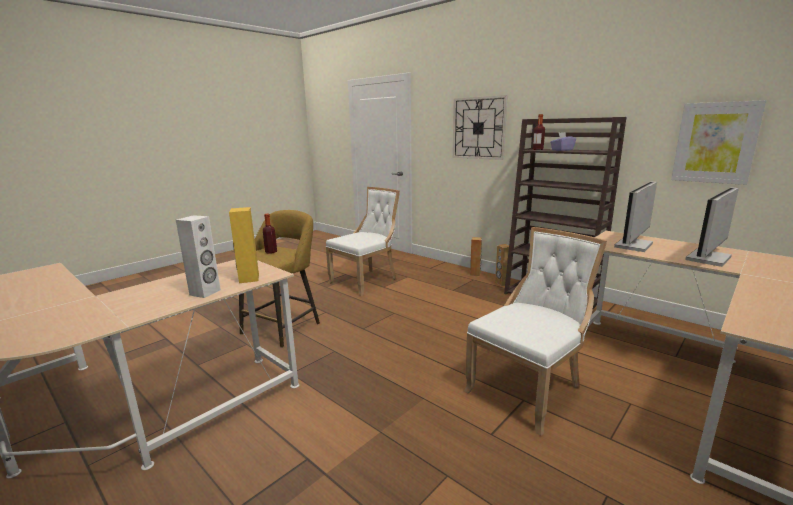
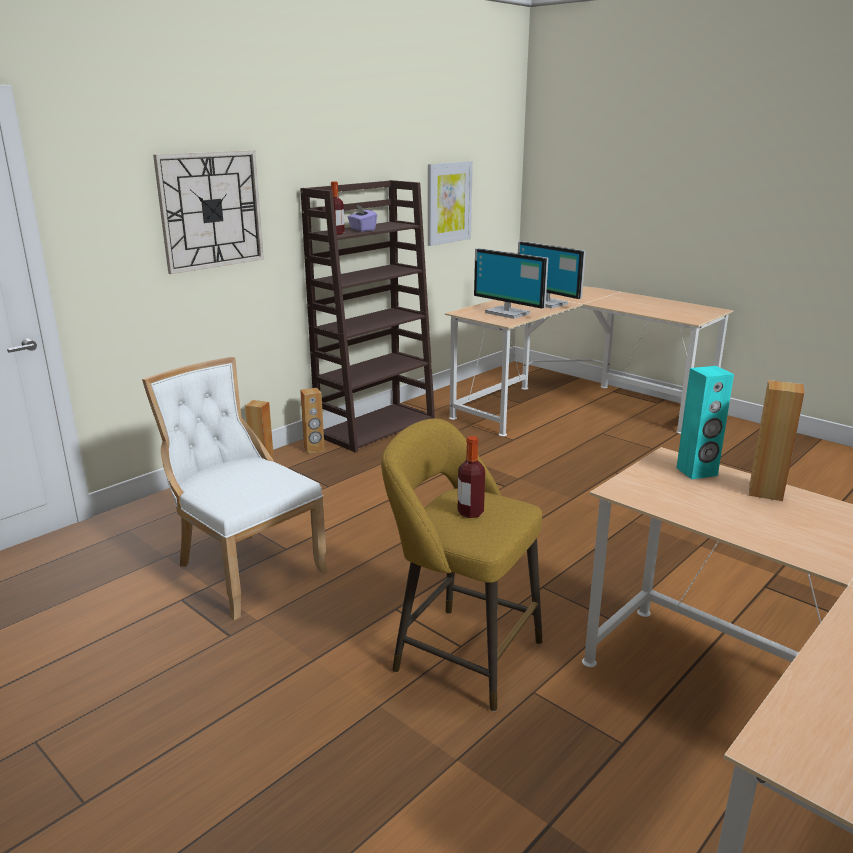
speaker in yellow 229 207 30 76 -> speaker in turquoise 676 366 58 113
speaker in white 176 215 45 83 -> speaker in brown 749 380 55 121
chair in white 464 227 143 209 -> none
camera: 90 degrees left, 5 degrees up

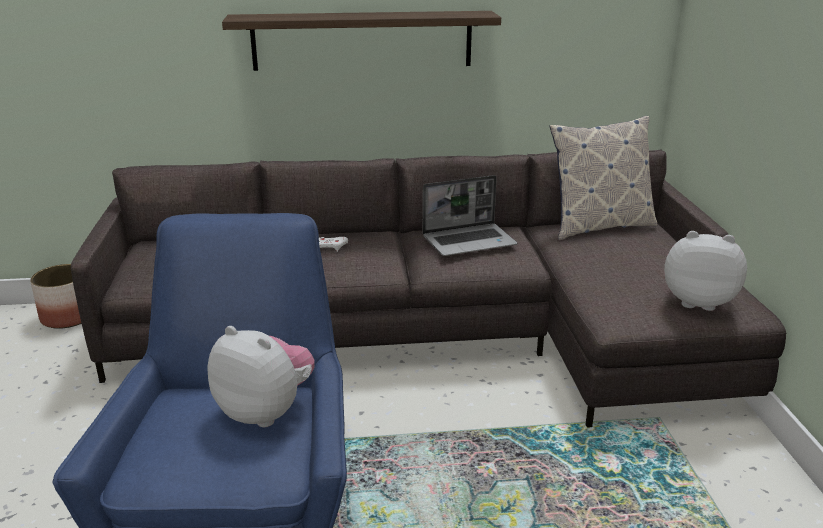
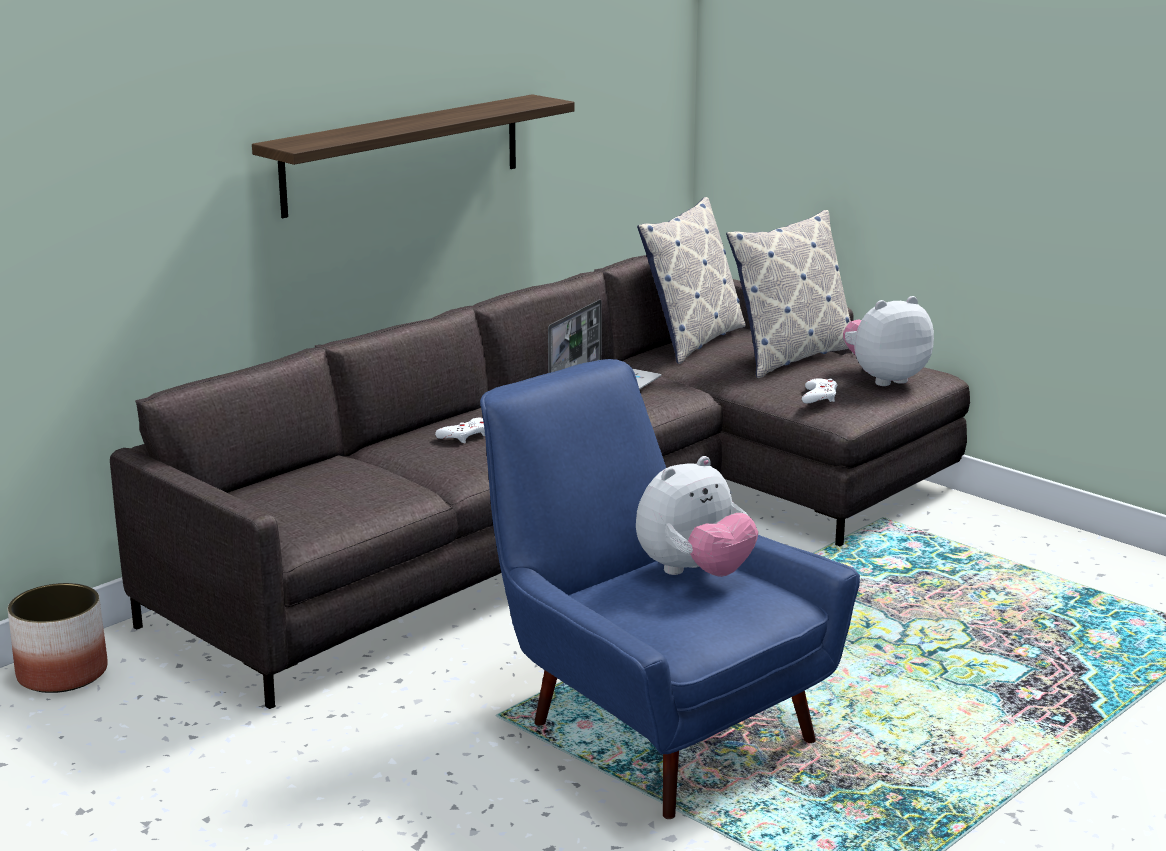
plush toy 207 326 108 101 -> plush toy 636 456 122 121, 150 degrees clockwise
none -> pillow 726 210 125 168
none -> game controller in white 802 378 35 26
camera: 40 degrees left, 5 degrees down

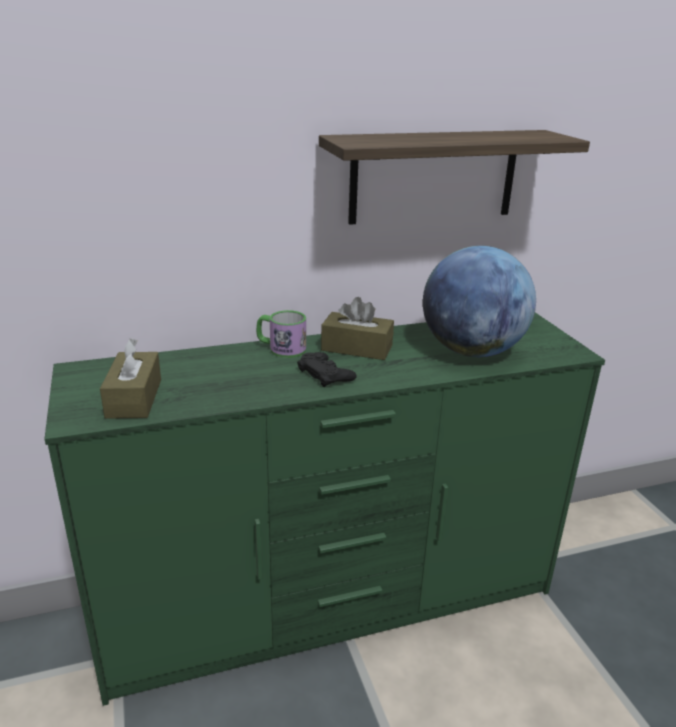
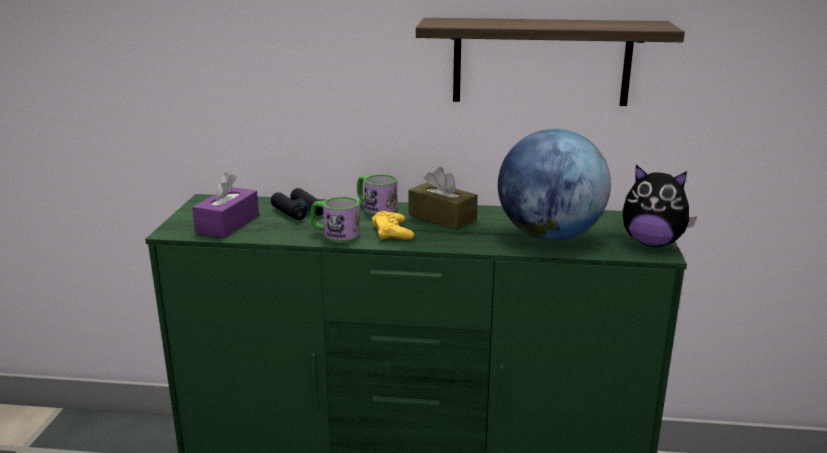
tissue box in brown 100 338 61 81 -> tissue box in purple 192 172 67 66
none -> binoculars in black 271 188 52 32
none -> mug 310 197 50 46
game controller in black 297 352 60 35 -> game controller in yellow 372 211 42 29
none -> plush toy 622 165 75 82
camera: 25 degrees right, 5 degrees down

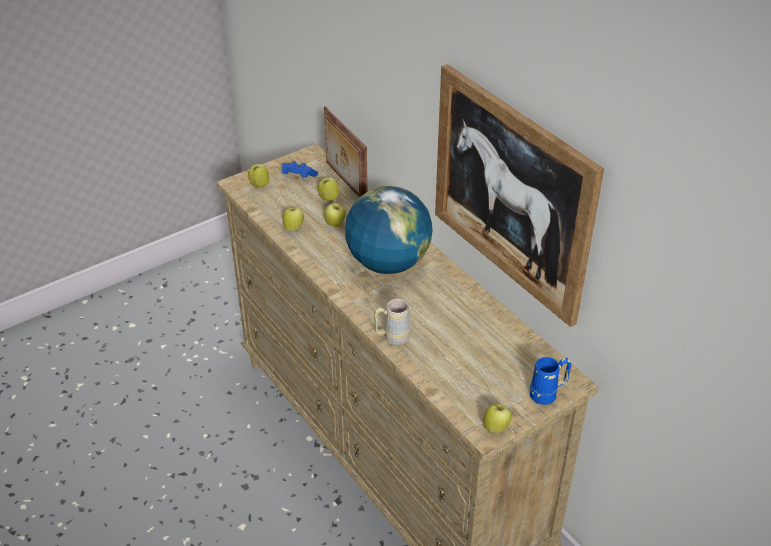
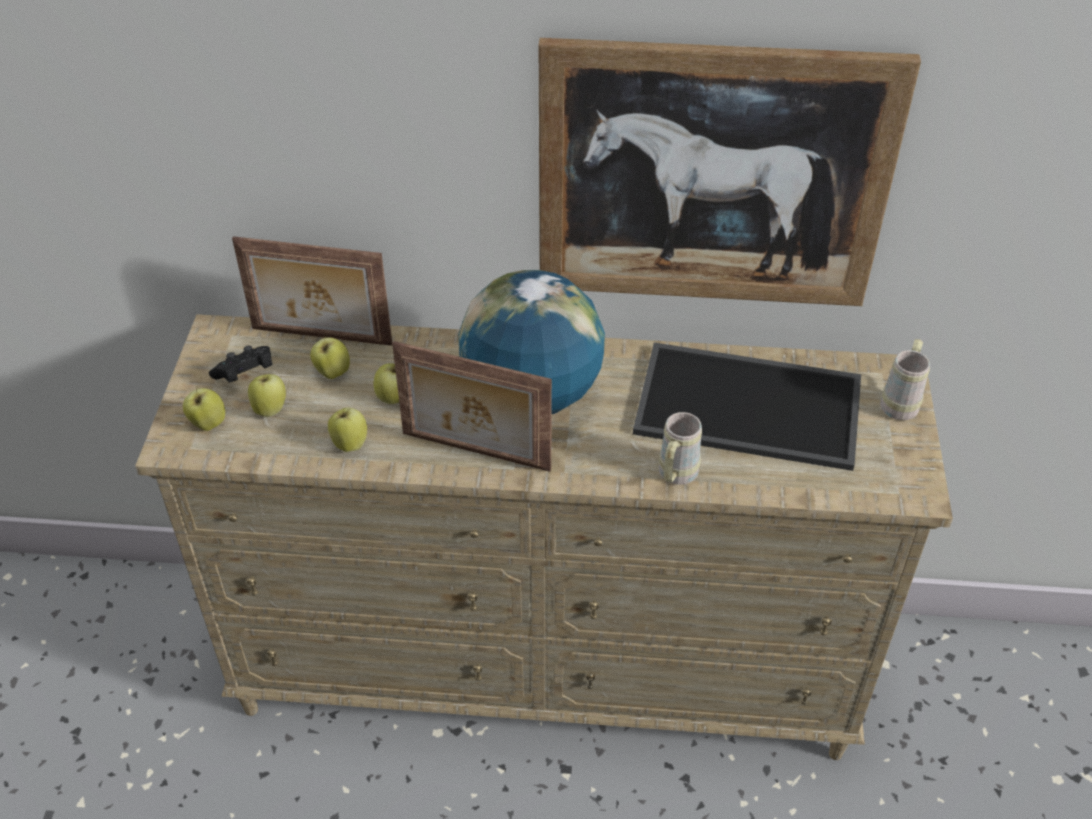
game controller in blue 282 161 36 17 -> game controller in black 209 346 64 37
apple 483 404 29 29 -> apple 248 374 38 43, move
none -> picture frame 392 341 160 131
none -> tray 633 342 228 129
mug in blue 530 357 41 48 -> mug in beige 880 339 50 81
camera: 50 degrees left, 5 degrees up

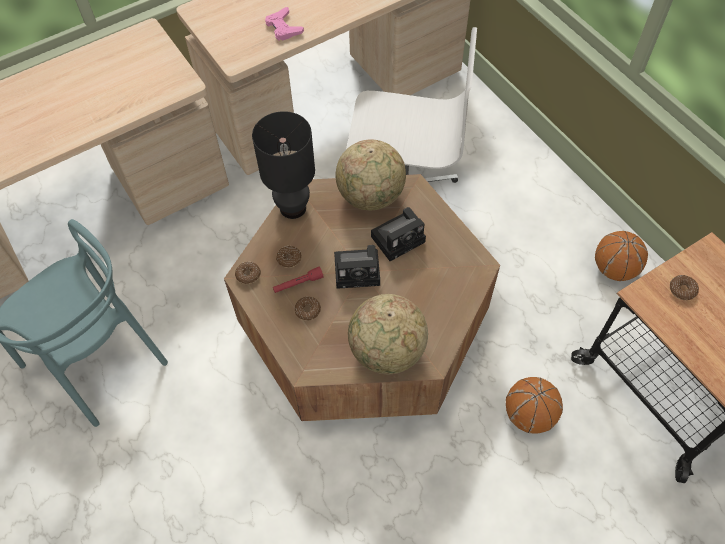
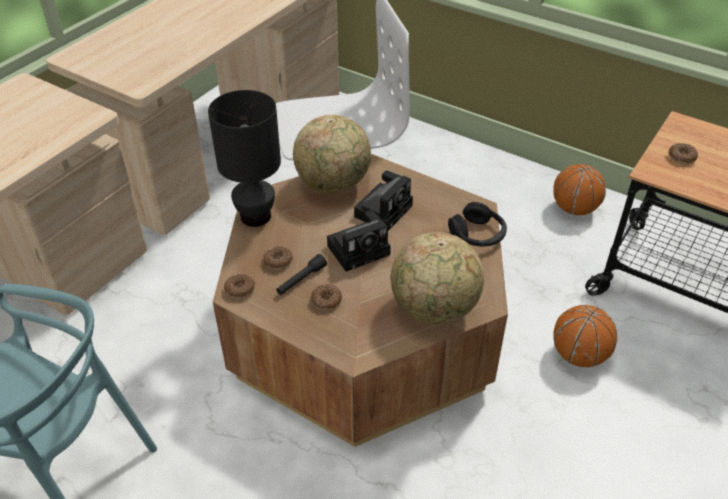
flashlight in red 273 267 51 26 -> flashlight in black 276 254 51 41
none -> headphones in black 448 202 59 45
game controller in pink 265 7 39 34 -> none
camera: 25 degrees left, 15 degrees down

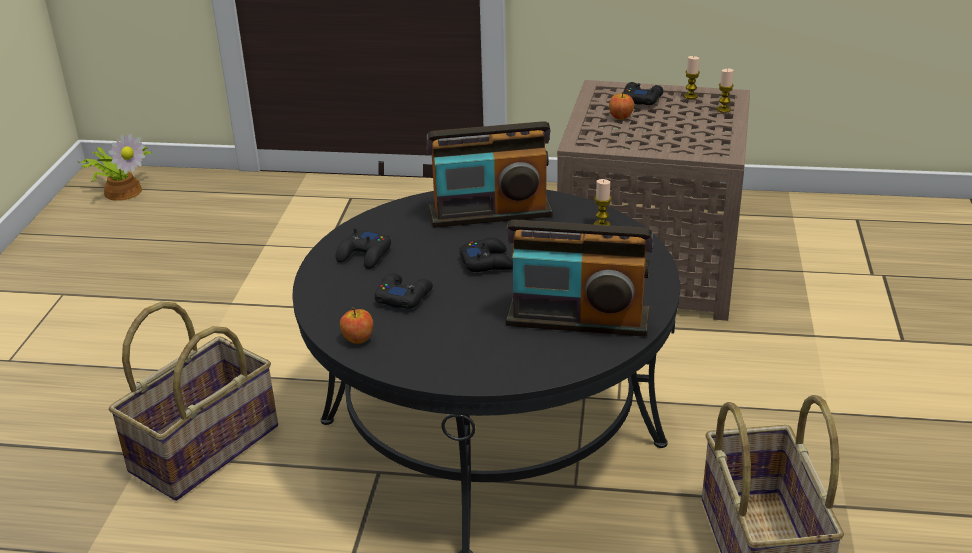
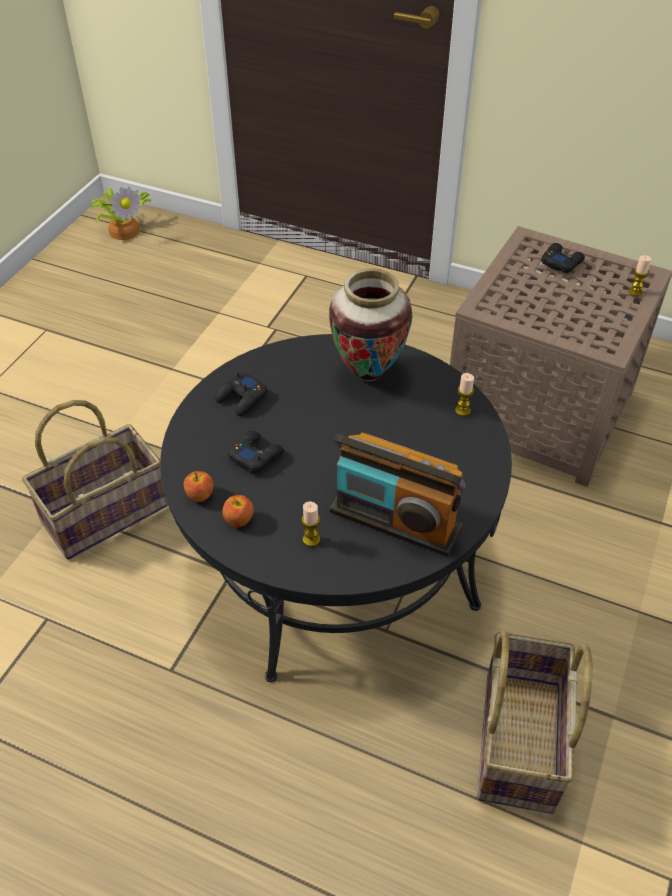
apple 609 92 25 28 -> apple 223 495 31 32, move
candle 684 56 16 43 -> candle 302 501 18 46, move
radio 426 121 127 107 -> vase 329 269 84 112
game controller in black 459 238 54 34 -> none
camera: 15 degrees right, 15 degrees up

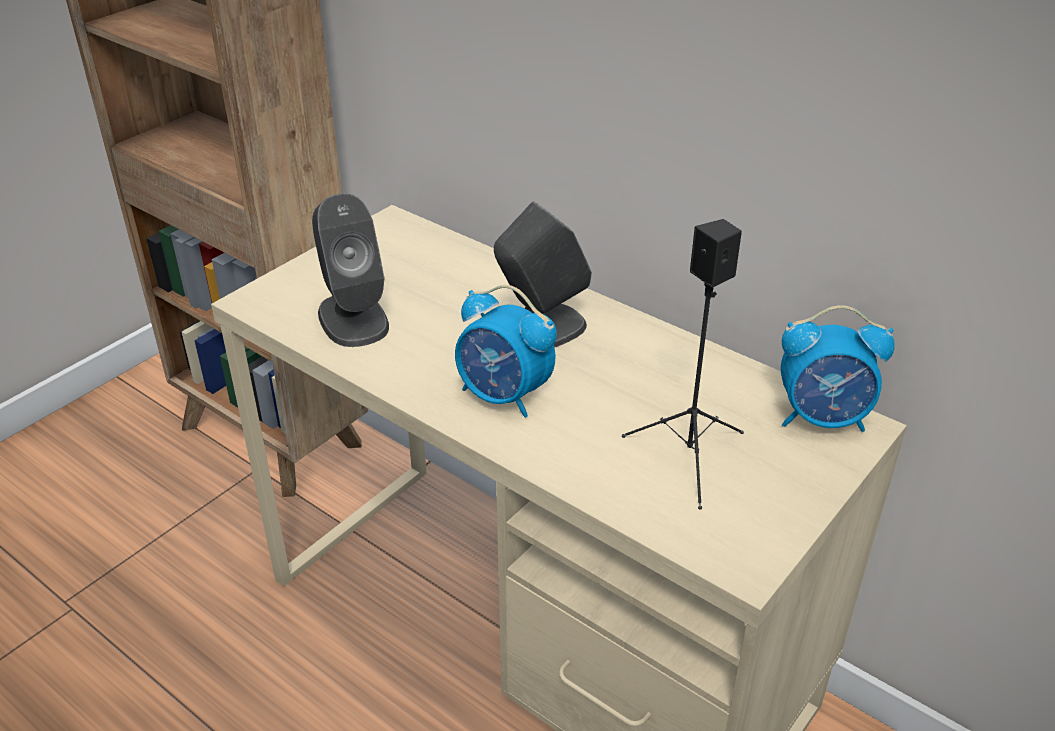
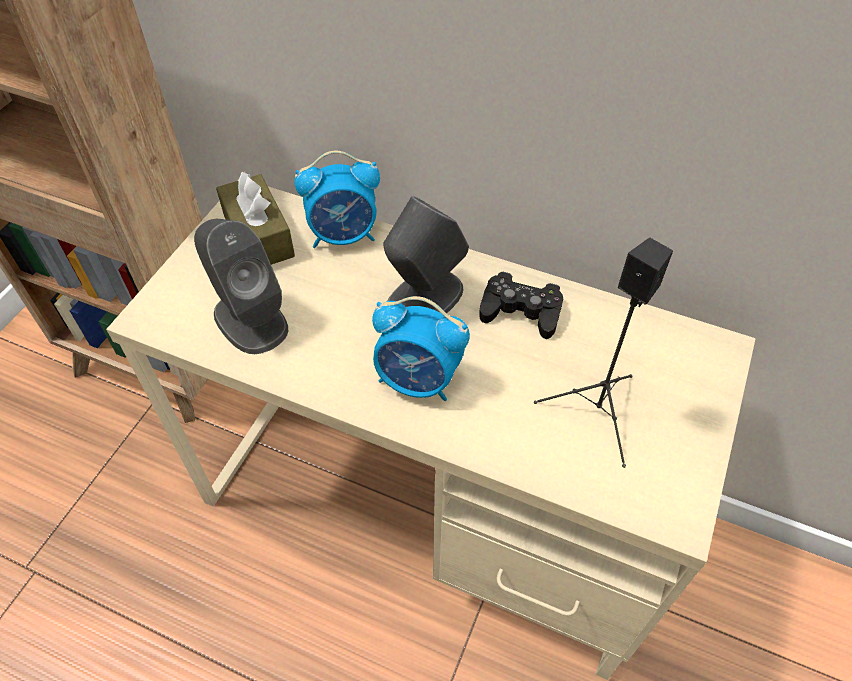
none -> tissue box in brown 216 172 79 93
alarm clock 781 305 114 127 -> alarm clock 295 151 85 97, move
none -> game controller in black 479 272 84 67
camera: 15 degrees left, 15 degrees up

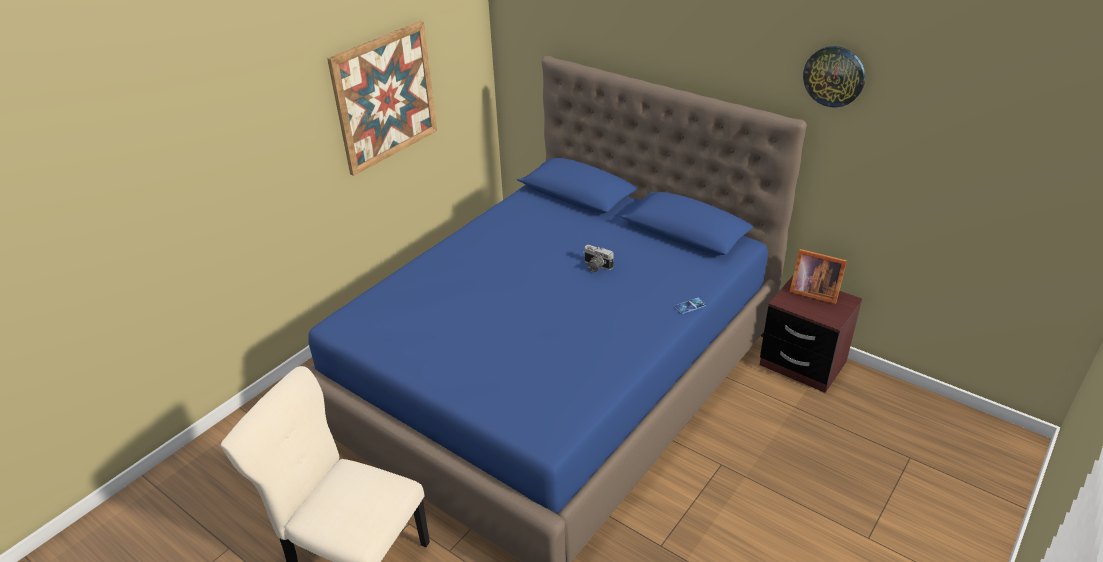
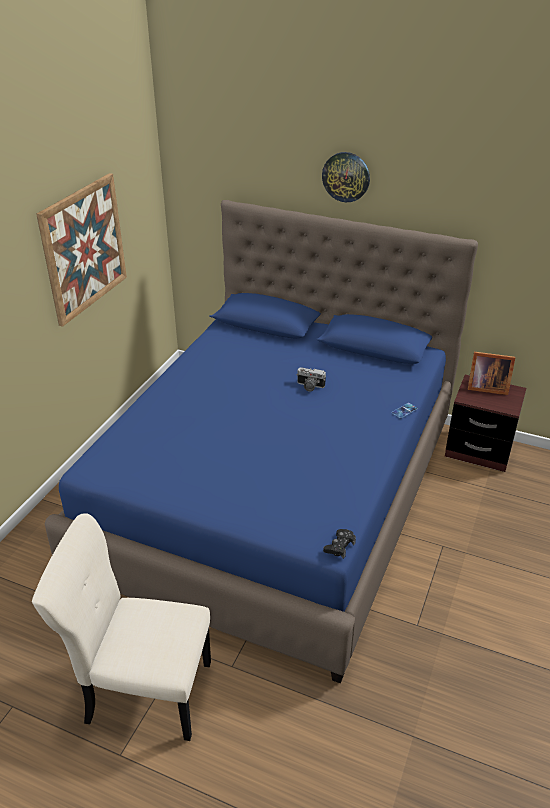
wall clock 803 46 62 62 -> wall clock 322 152 48 50, move
none -> game controller in black 323 529 33 30
camera: 15 degrees left, 0 degrees up

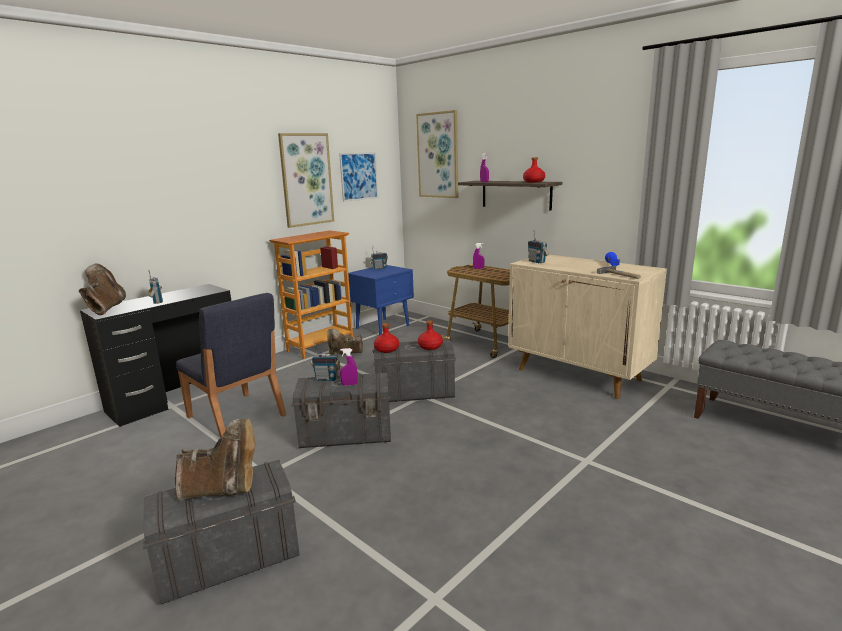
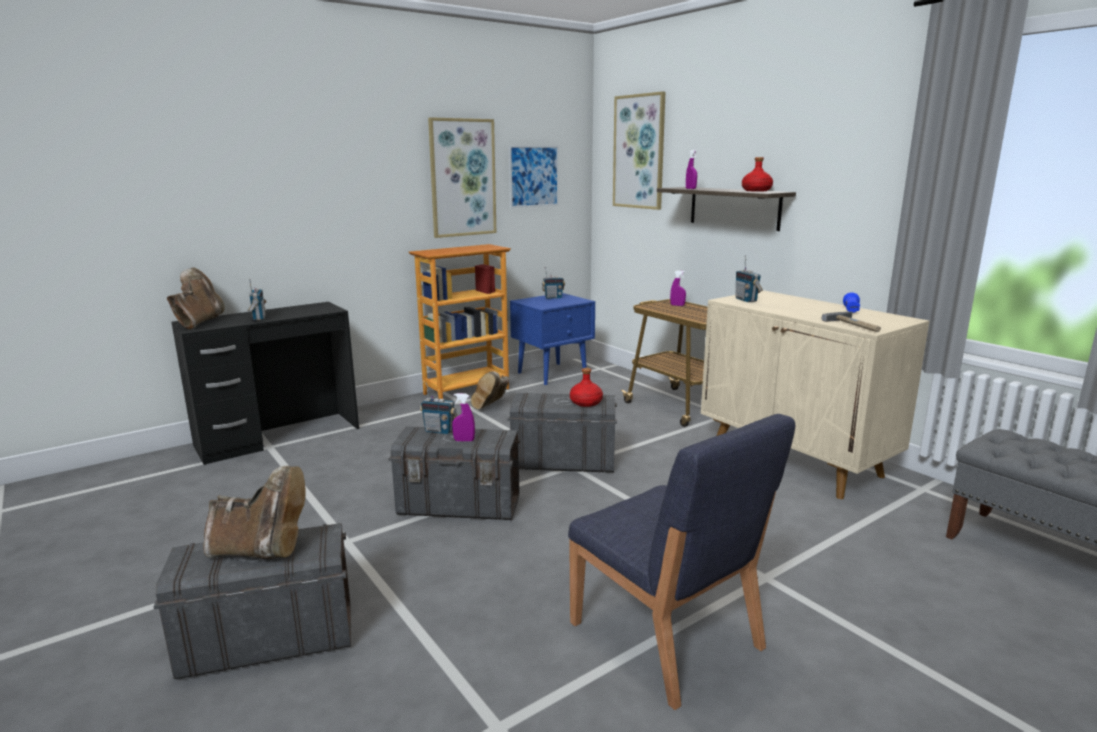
boot in brown 327 329 36 26 -> boot in brown 471 371 38 38, 60 degrees counterclockwise
chair in blue 176 293 110 145 -> chair in blue 568 414 227 296, move
bottle in red 374 323 25 30 -> none
camera: 10 degrees right, 0 degrees up

